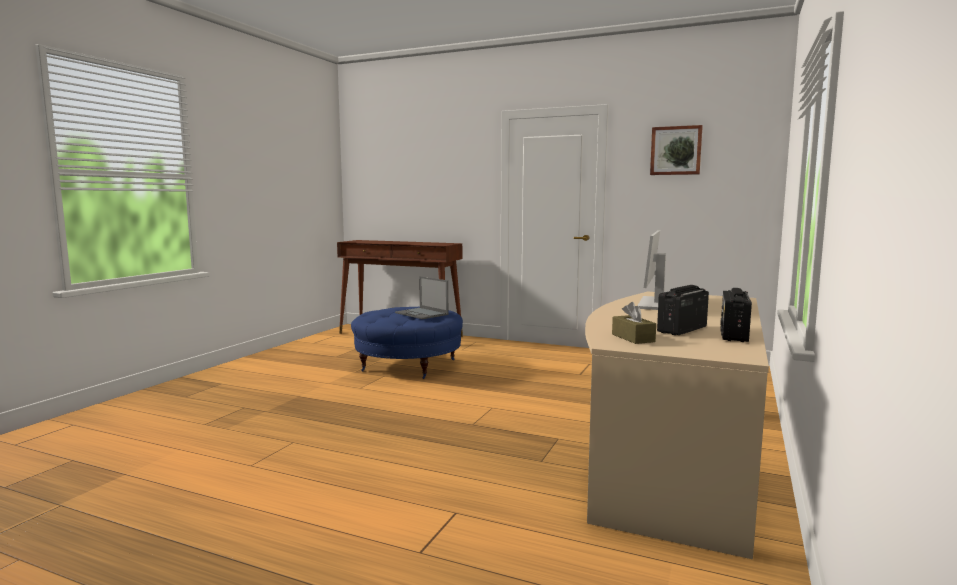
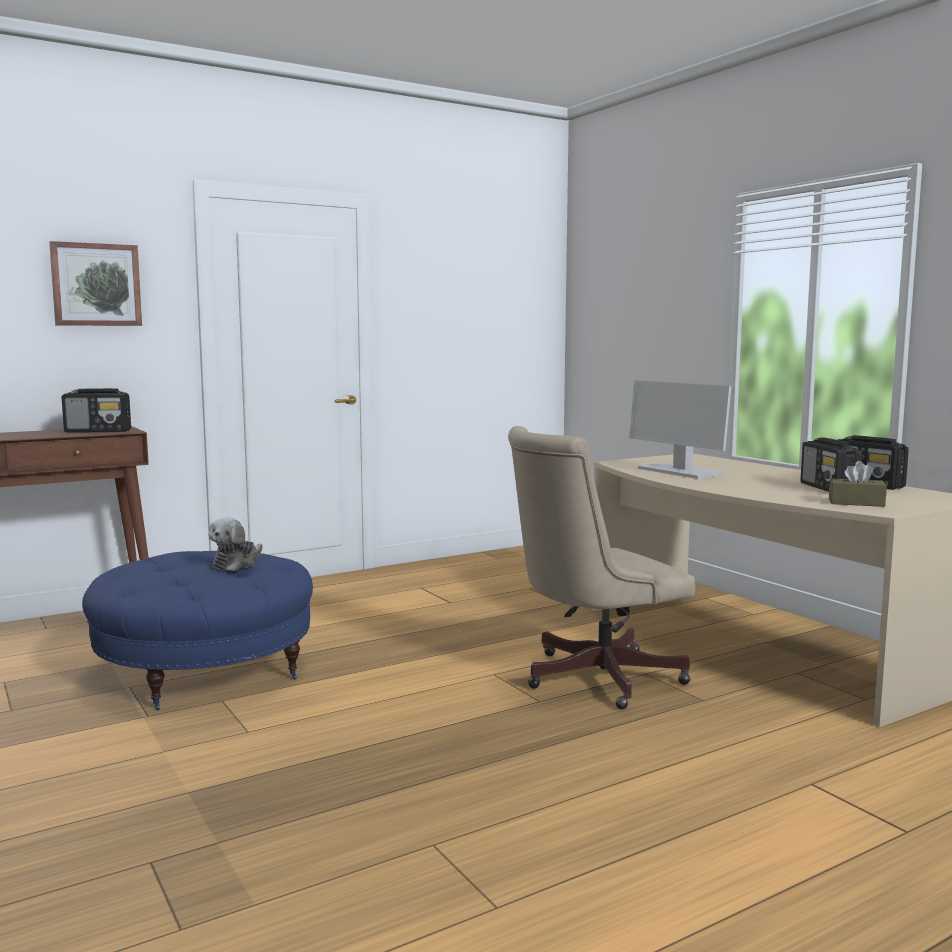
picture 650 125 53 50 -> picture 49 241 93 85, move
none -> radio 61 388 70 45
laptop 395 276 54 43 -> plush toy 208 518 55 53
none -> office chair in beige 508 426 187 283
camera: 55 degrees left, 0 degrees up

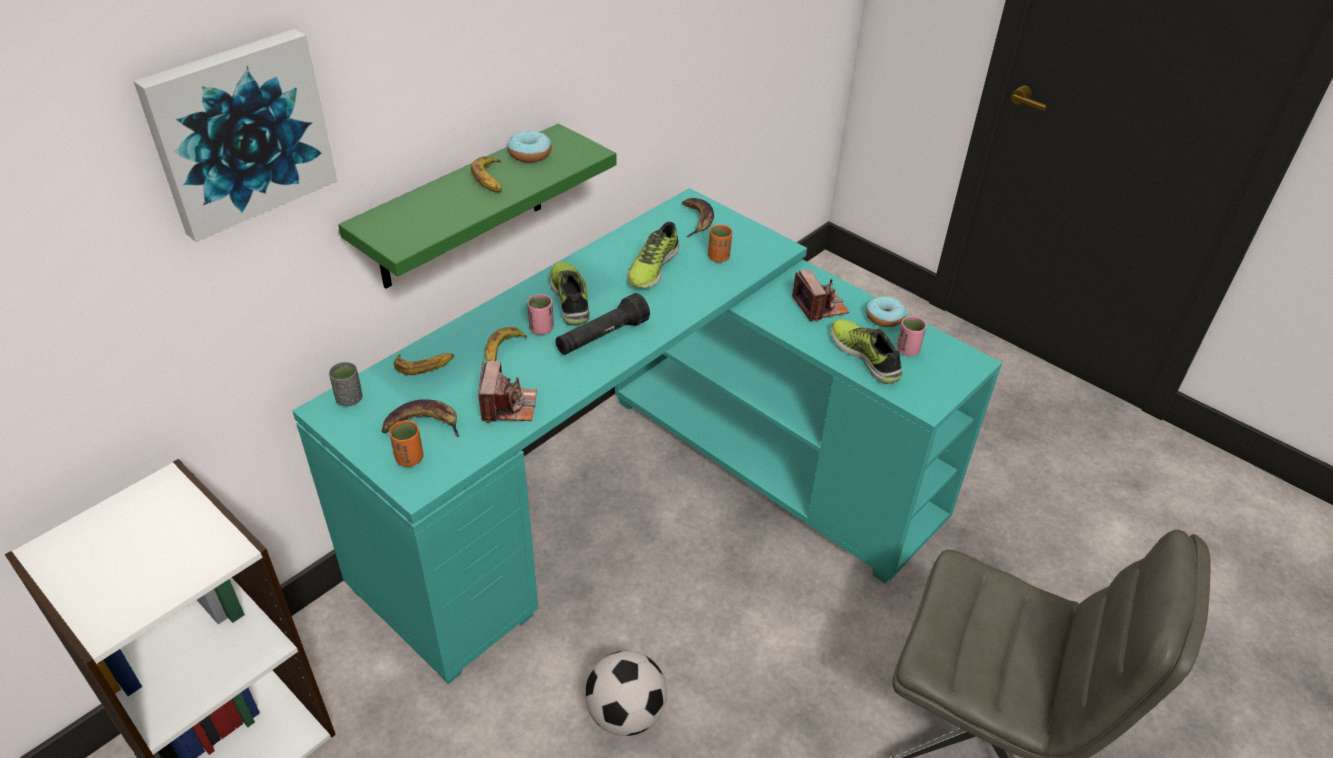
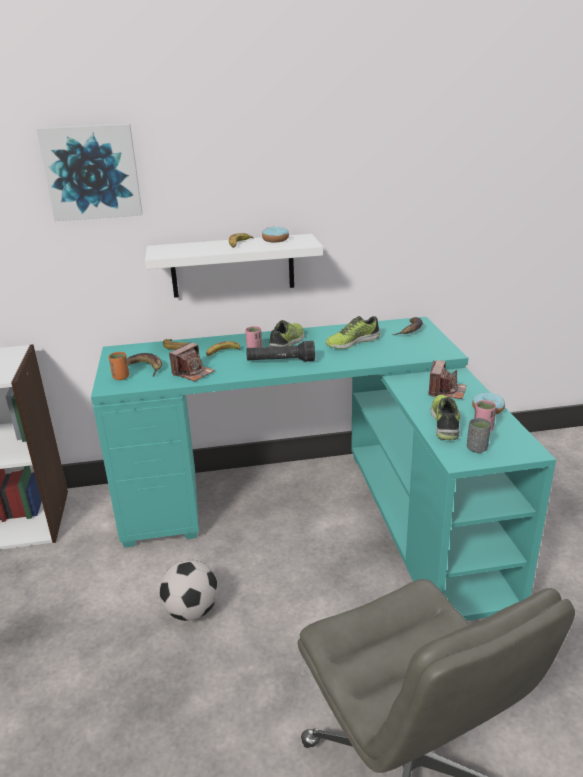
shelf in green 338 123 278 166 -> shelf in white 145 234 178 64
cup in grey 329 362 33 44 -> cup in grey 467 418 24 35, move
cup in orange 708 225 24 38 -> none
camera: 40 degrees right, 15 degrees down

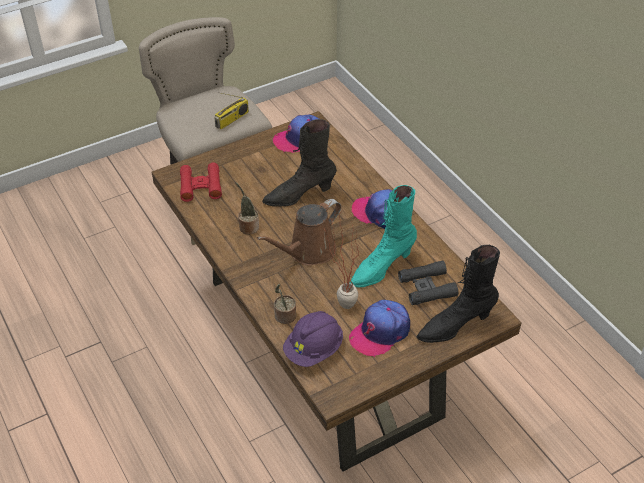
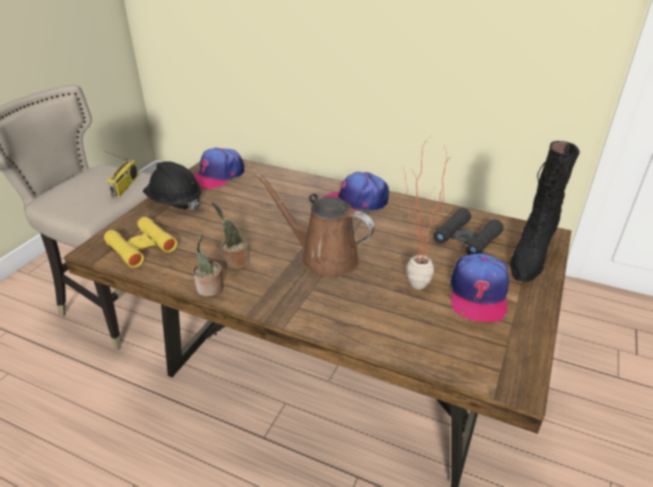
binoculars in red 180 163 42 39 -> binoculars in yellow 104 217 74 51
none -> hard hat in black 143 161 59 49
potted plant 274 284 22 40 -> potted plant 193 234 31 63, move
watering can in brown 257 199 84 66 -> watering can in brown 256 174 119 103, 105 degrees clockwise
boot in black 262 119 75 88 -> none
hard hat in purple 283 311 60 56 -> none
boot in turquoise 350 185 67 103 -> none
camera: 35 degrees left, 10 degrees down

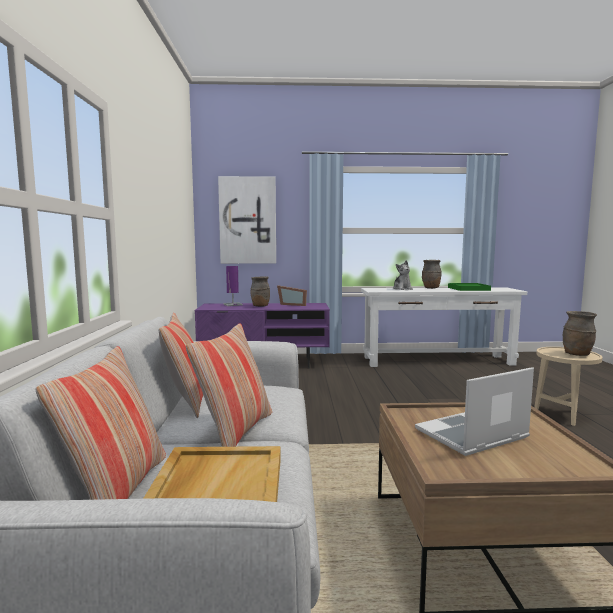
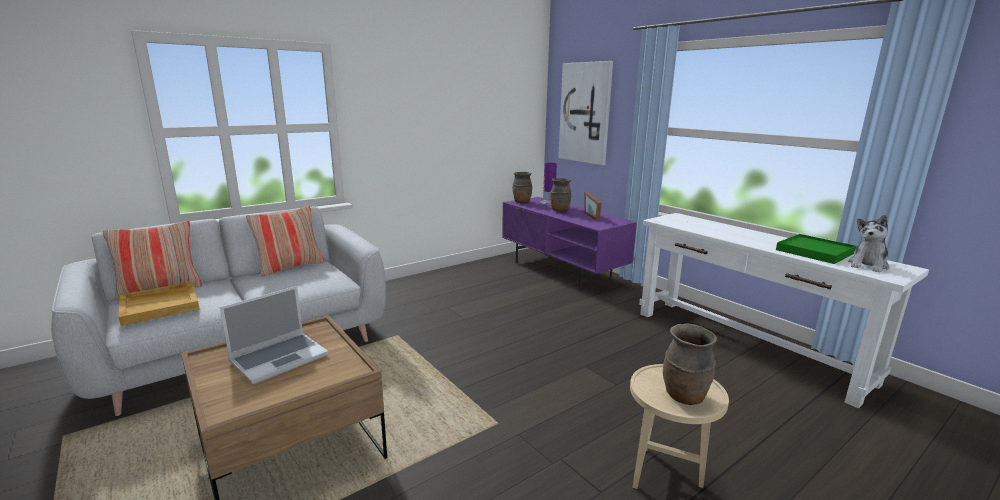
laptop 415 367 119 89 -> laptop 220 286 108 98, 105 degrees clockwise
vase in brown 422 260 20 29 -> vase in brown 513 172 19 31, move
plush toy 393 260 20 30 -> plush toy 848 215 41 58, move
pillow 186 323 86 124 -> none
camera: 55 degrees right, 10 degrees up

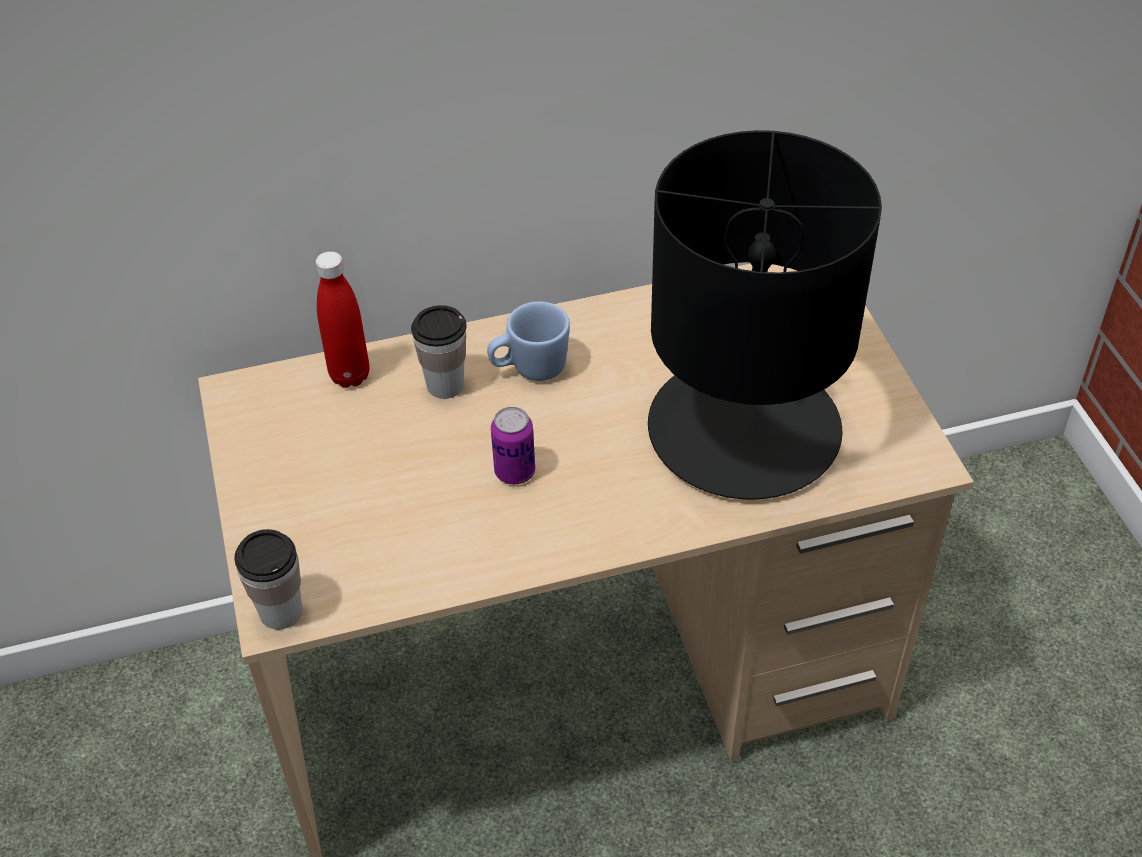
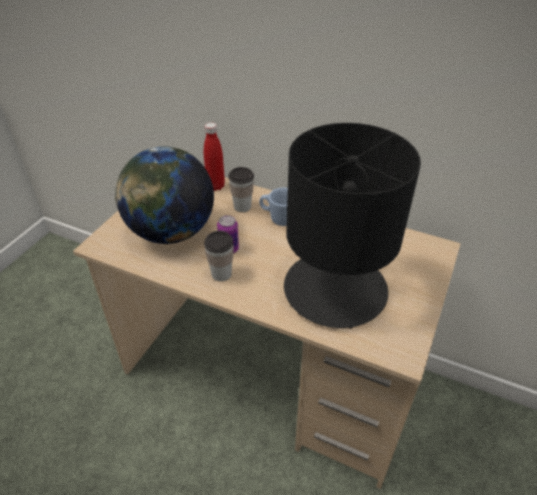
none -> globe 115 146 99 98
cup 234 529 68 101 -> cup 204 231 30 50, move
camera: 40 degrees right, 5 degrees down

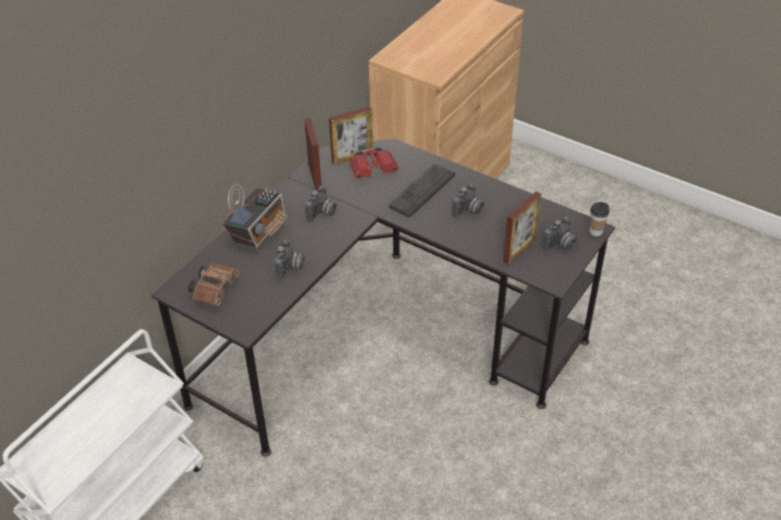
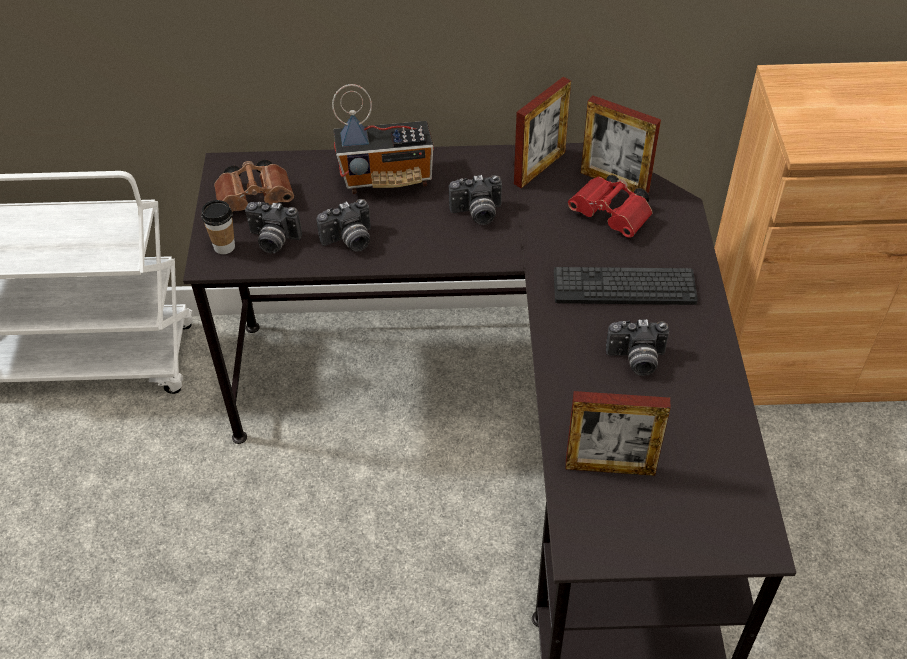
cup 589 202 20 34 -> cup 201 200 34 54, move
photo camera 542 217 35 33 -> photo camera 245 202 57 51, move
camera: 55 degrees right, 5 degrees up

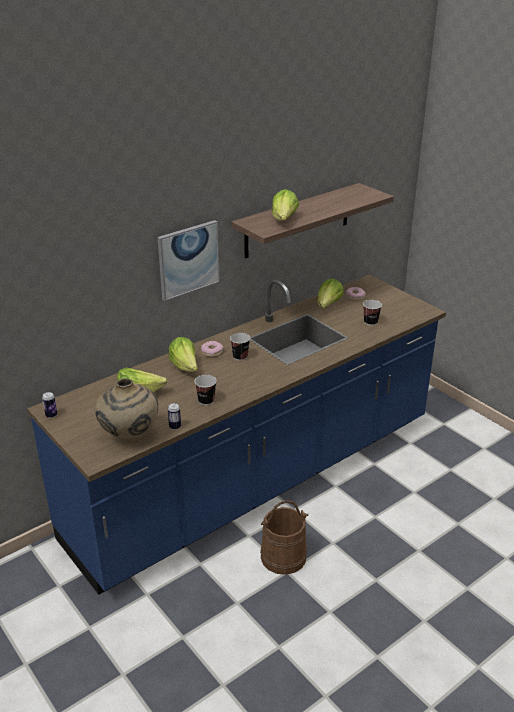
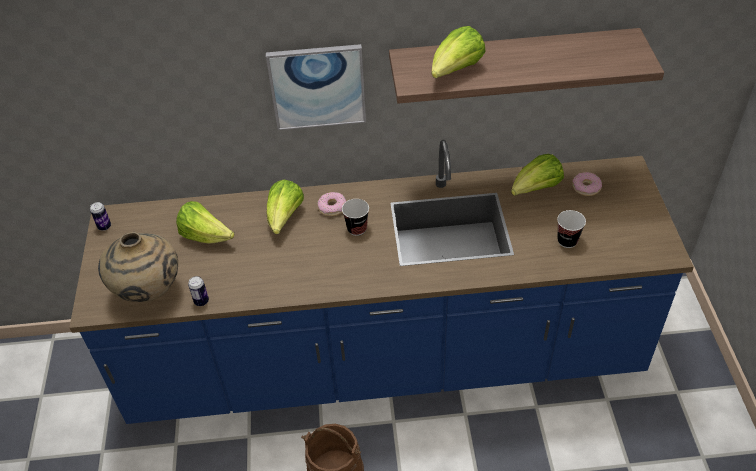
cup 194 375 23 30 -> none
camera: 35 degrees right, 15 degrees up

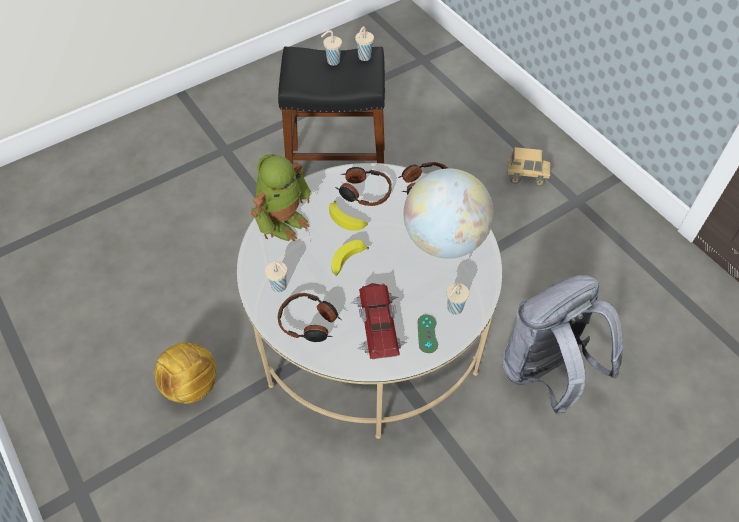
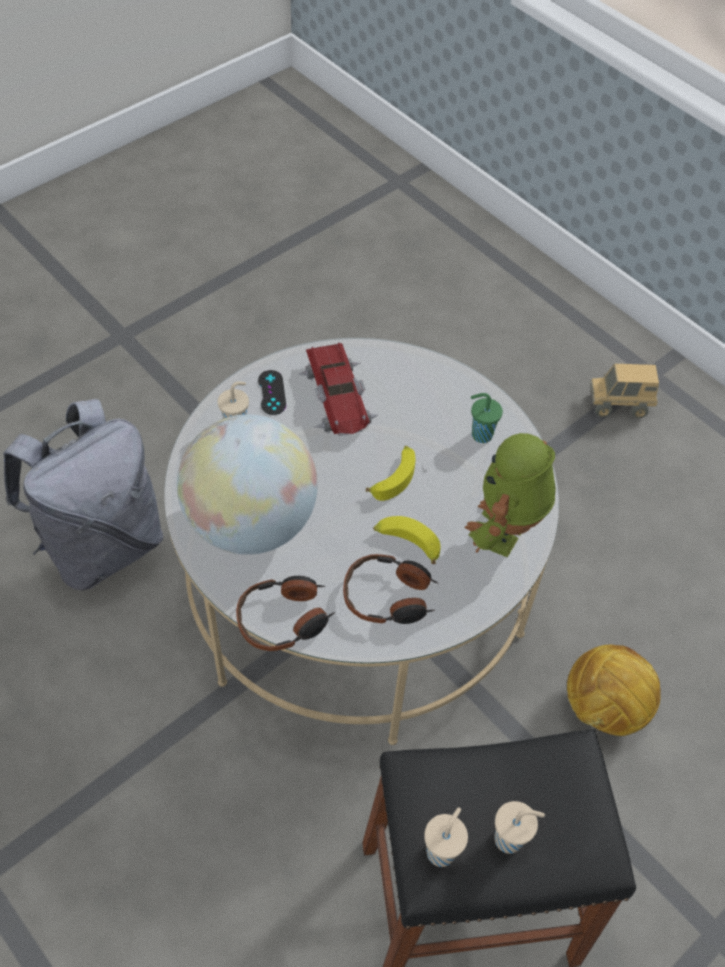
game controller in green 417 315 21 38 -> game controller in black 258 370 28 45
cup in beige 265 261 22 31 -> cup in green 471 393 32 50
football 154 342 62 62 -> football 567 645 94 91, move
toy truck 507 147 43 39 -> toy truck 590 364 69 54, move
headphones 278 293 64 49 -> none
camera: 170 degrees right, 0 degrees up

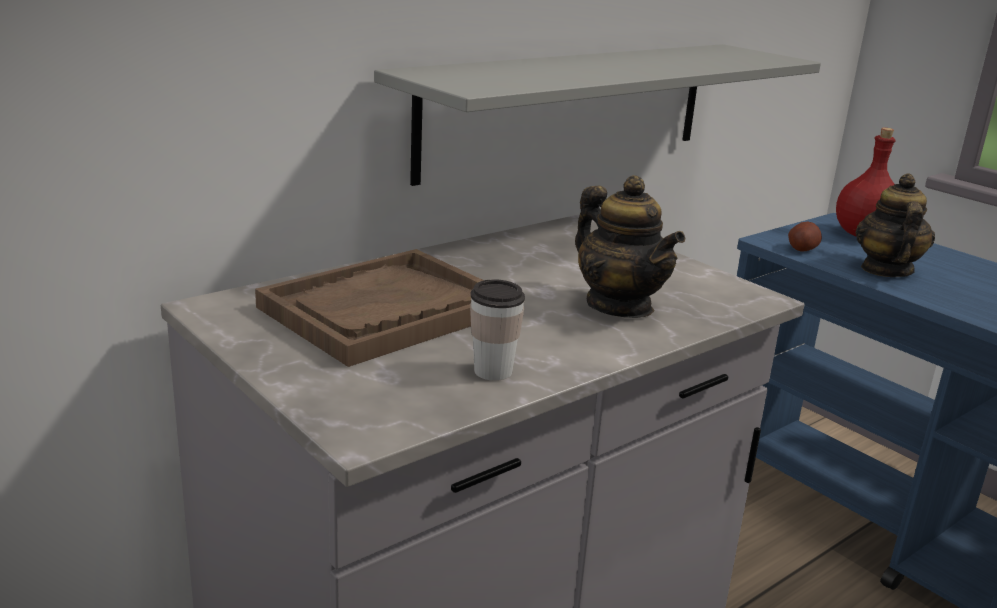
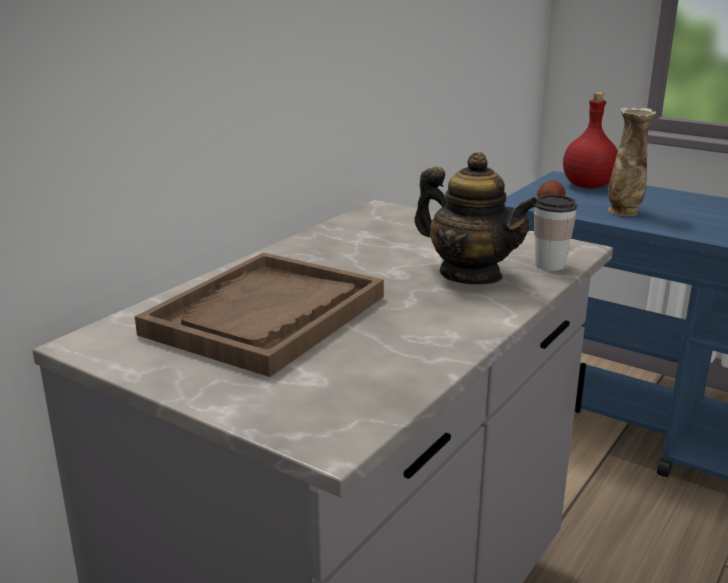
cup 470 279 55 102 -> cup 534 194 43 77, move
teapot 855 173 80 104 -> vase 608 107 48 109
shelf in grey 374 44 447 142 -> none
camera: 15 degrees left, 0 degrees up

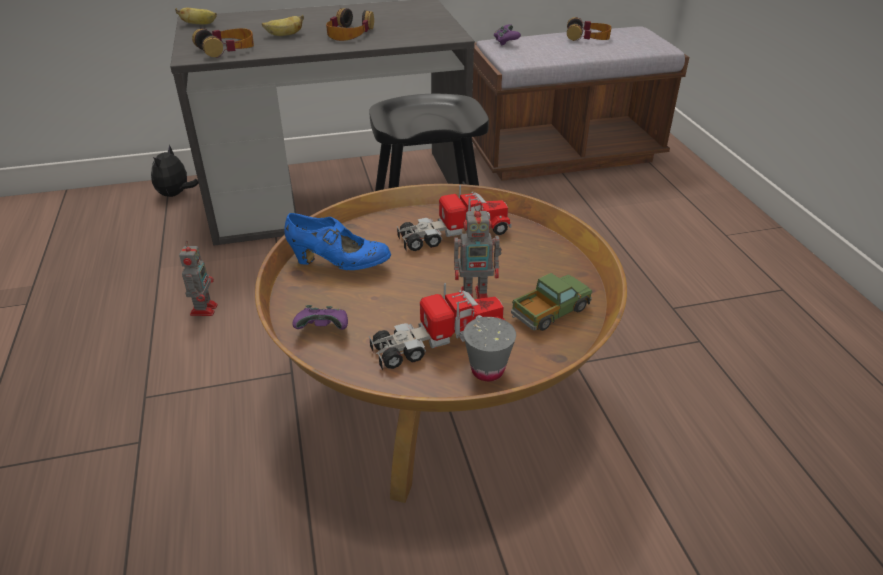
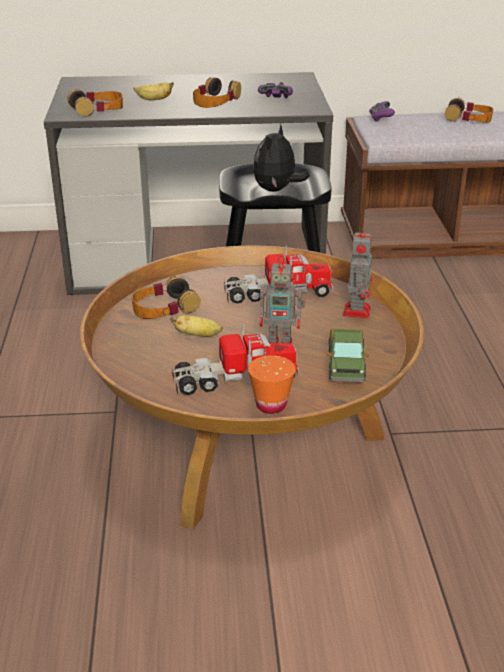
shoe in blue 284 213 107 57 -> headphones 132 276 69 43
banana 175 8 42 17 -> banana 170 315 53 22, move
cup in grey 463 317 53 64 -> cup in orange 248 355 48 59
plush toy 151 145 48 52 -> plush toy 253 124 57 68, move
game controller in purple 292 305 56 25 -> game controller in purple 258 82 35 16, move
toy truck 511 273 81 58 -> toy truck 327 329 42 53, 120 degrees clockwise
toy robot 179 242 39 74 -> toy robot 343 225 30 94, move
camera: 10 degrees right, 5 degrees down

